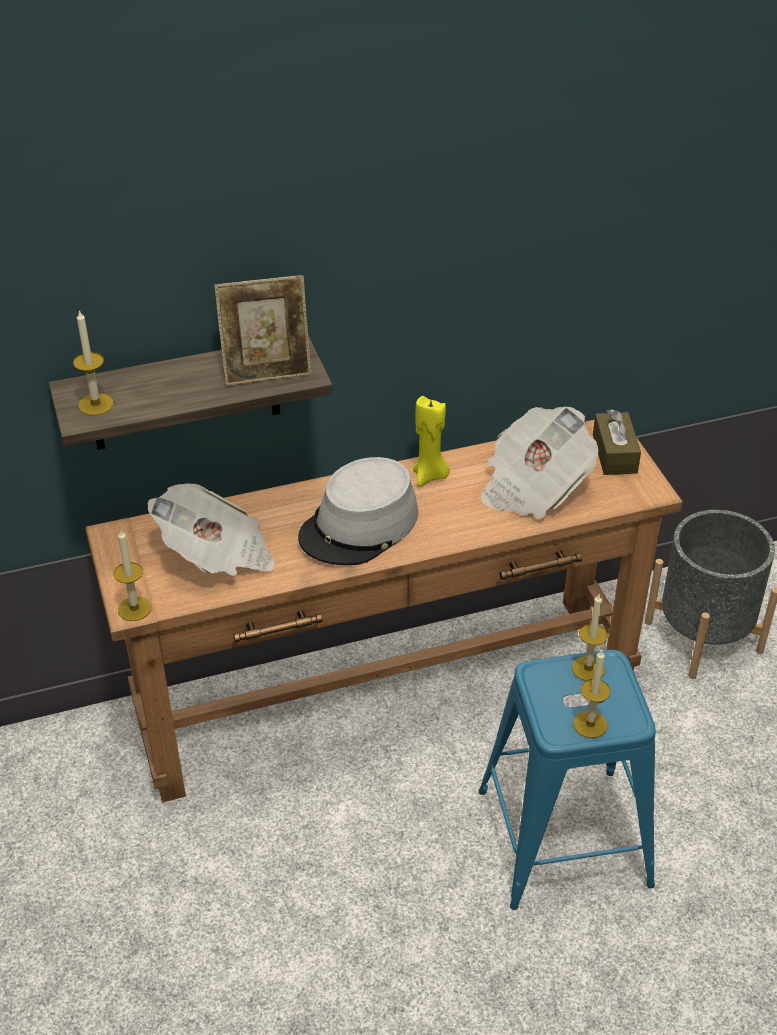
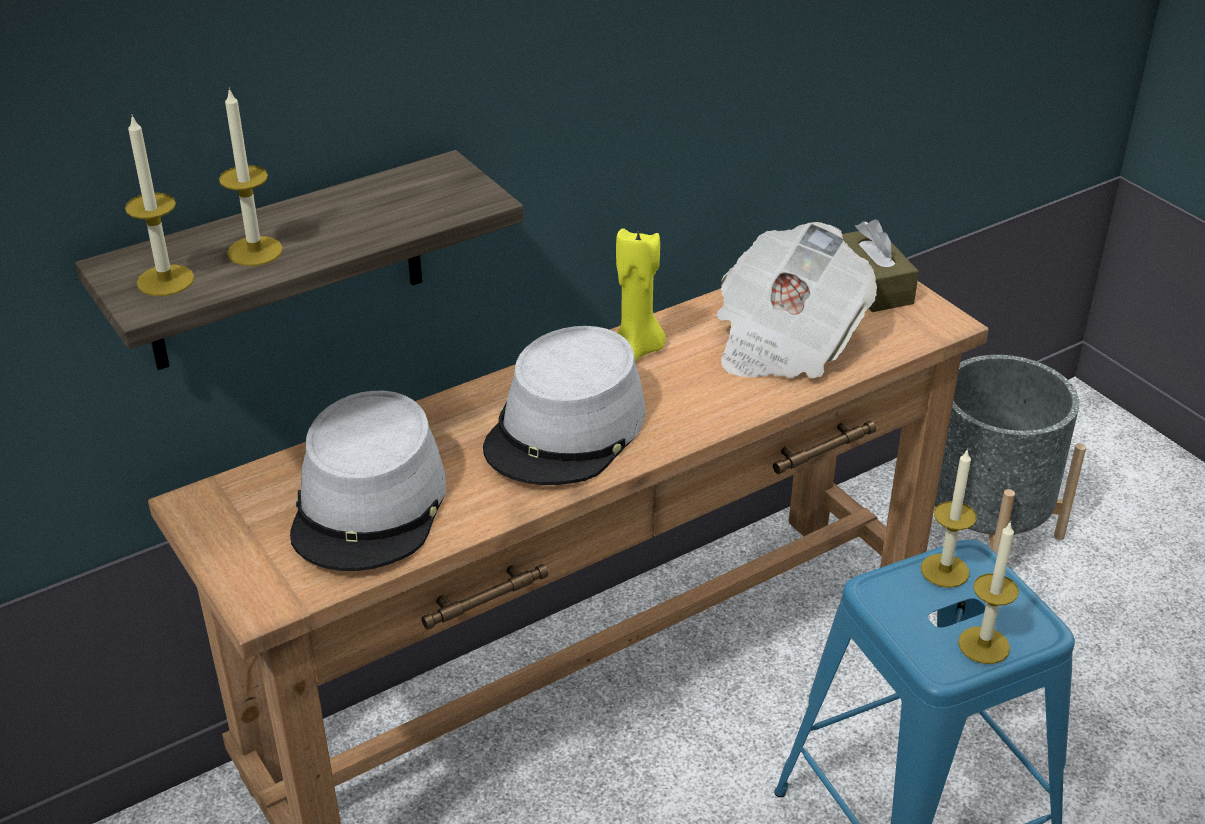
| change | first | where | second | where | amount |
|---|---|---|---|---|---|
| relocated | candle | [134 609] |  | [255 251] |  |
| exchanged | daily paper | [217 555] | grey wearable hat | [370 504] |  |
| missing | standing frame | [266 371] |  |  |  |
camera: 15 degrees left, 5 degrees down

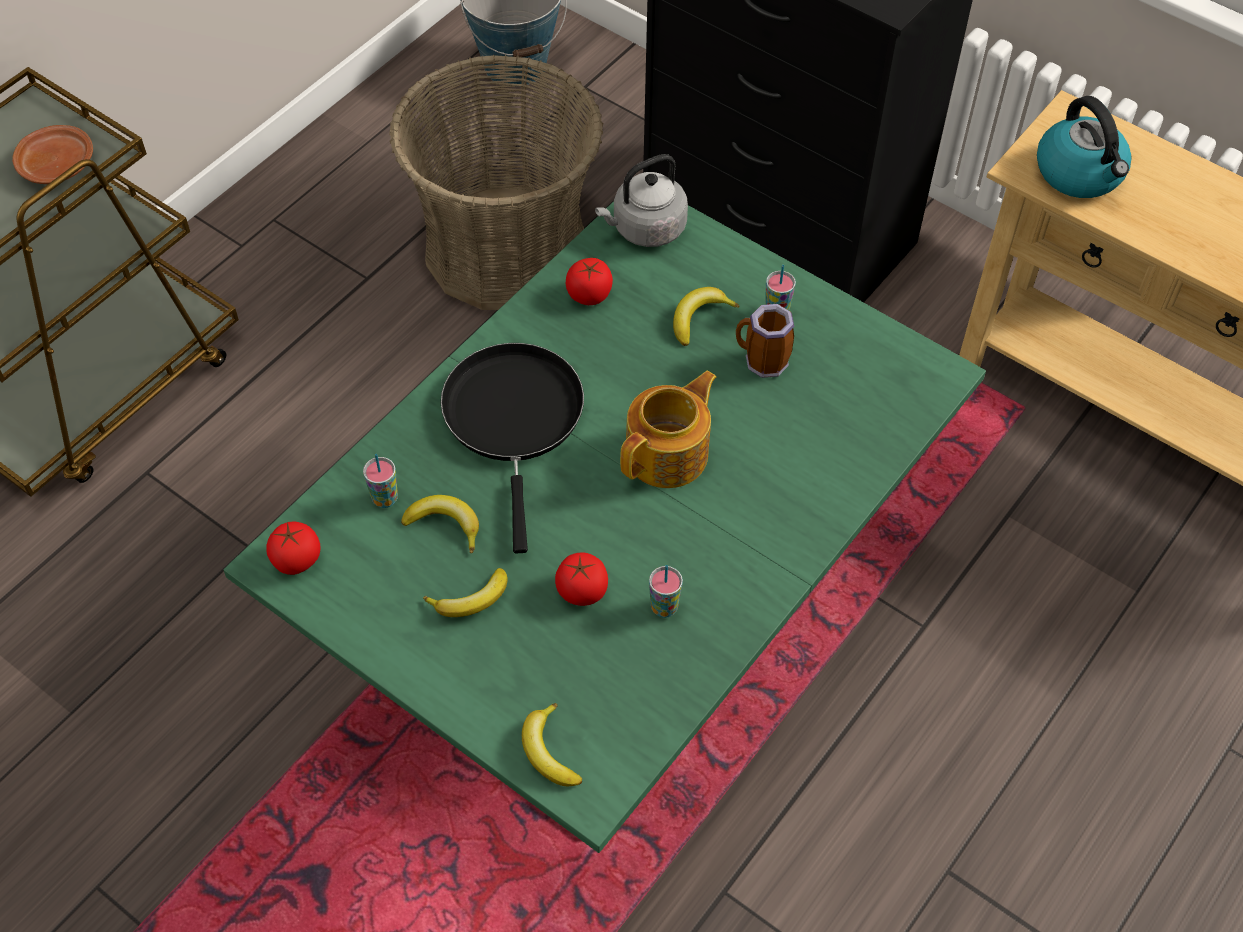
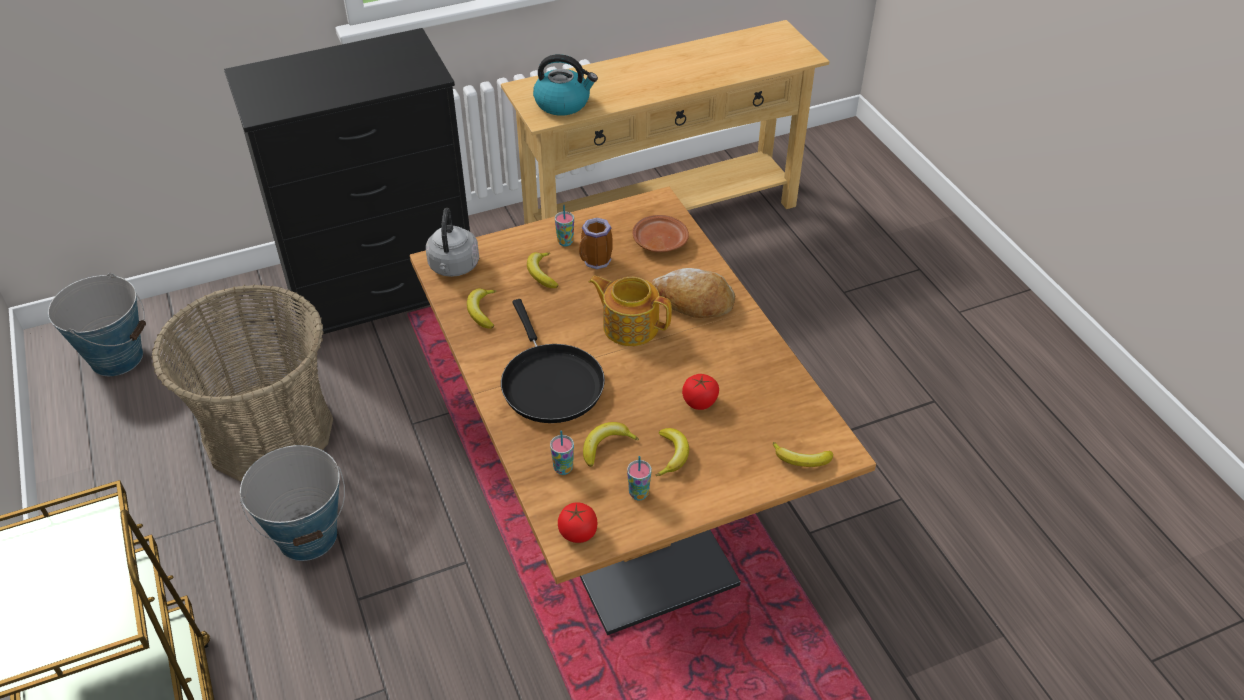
| change | first | where | second | where | amount |
|---|---|---|---|---|---|
| relocated | brownish plate | [57 164] |  | [659 241] |  |
| colour | green dinner table | [619 651] | brownish dinner table | [622 510] |  |
| spun | black-coloured frying pan | [514 419] |  | [550 382] | 135 degrees counterclockwise |
| exchanged | whole tomato | [589 294] | banana | [482 311] |  |
| spun | tea pot | [669 454] |  | [630 326] | 45 degrees counterclockwise |
| relocated | cup | [664 607] |  | [638 494] |  |
| appeared |  |  | pail | [308 536] |  |
| appeared |  |  | bread | [693 302] |  |
camera: 60 degrees left, 10 degrees down

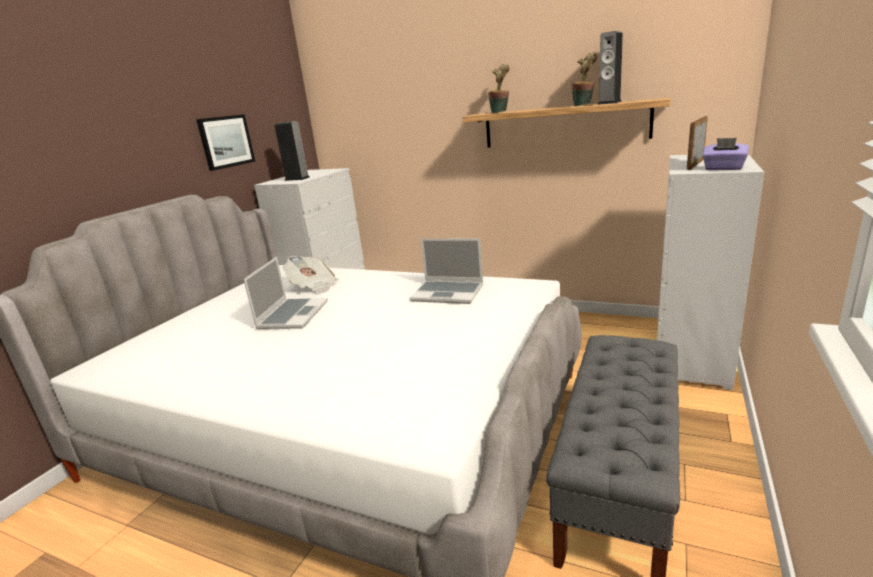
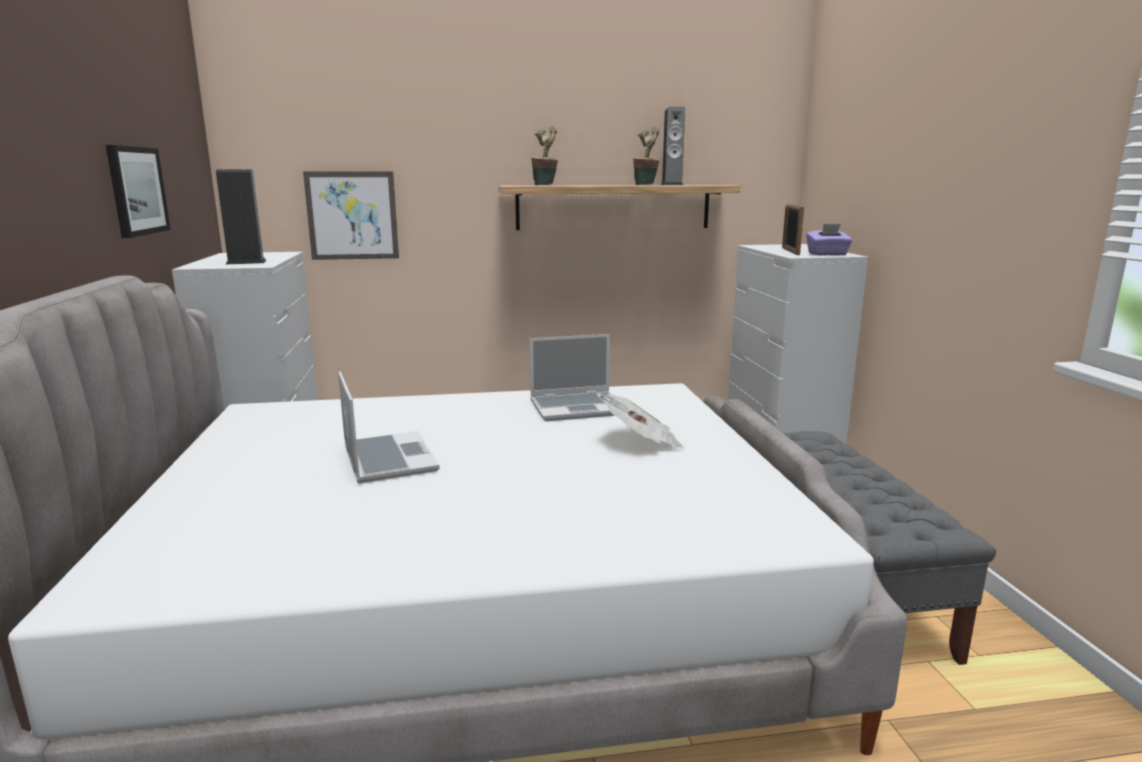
| change | first | where | second | where | amount |
|---|---|---|---|---|---|
| relocated | daily paper | [313 286] |  | [641 443] |  |
| appeared |  |  | wall art | [352 215] |  |
camera: 35 degrees left, 5 degrees down

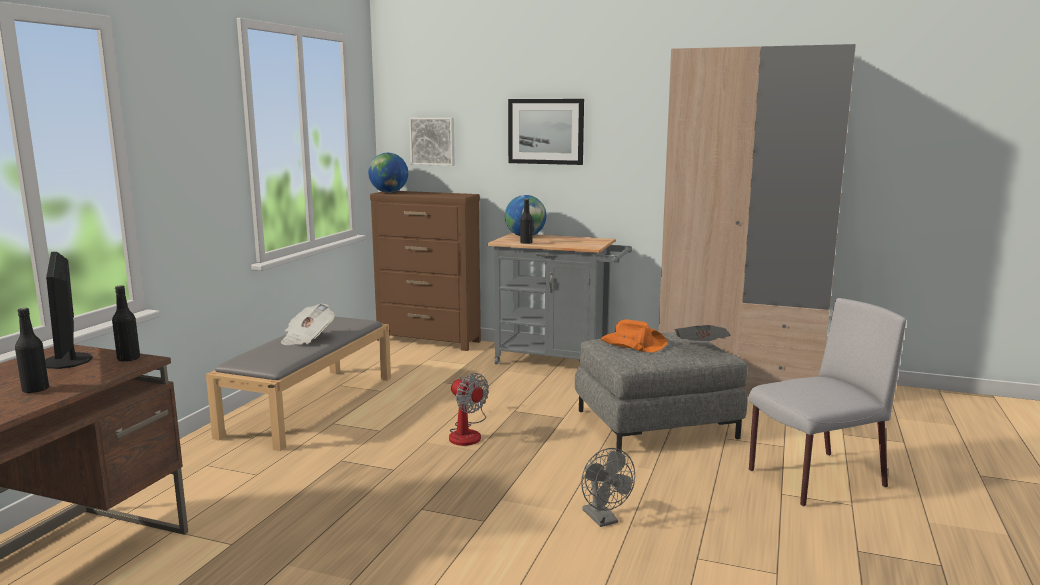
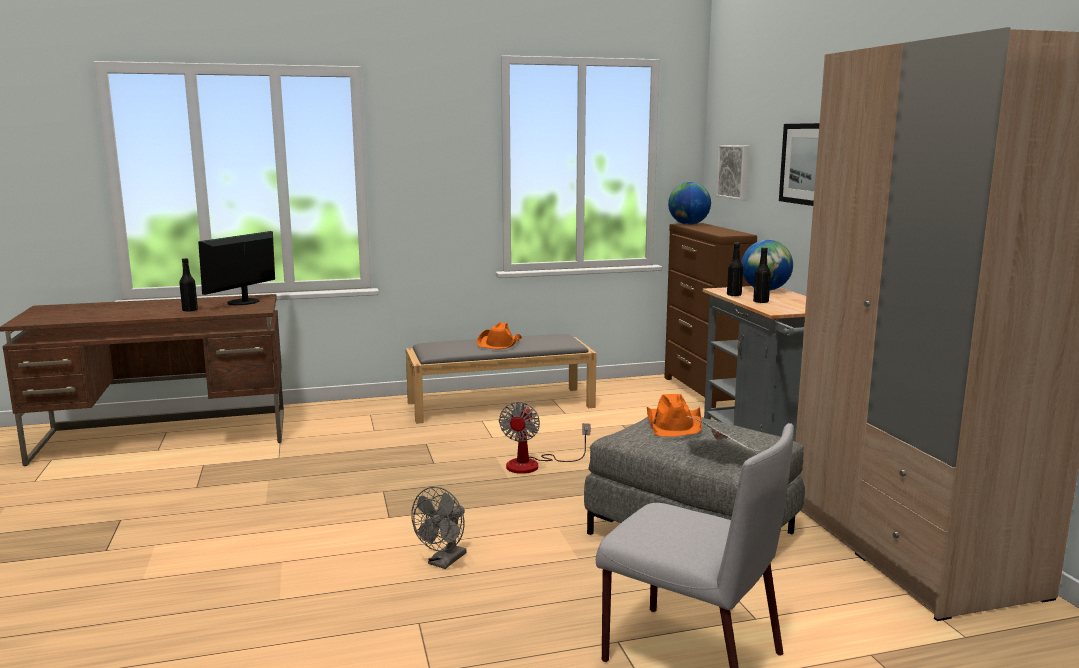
| change | first | where | second | where | amount |
|---|---|---|---|---|---|
| relocated | black-coloured bottle | [128 359] |  | [760 302] |  |
| exchanged | daily paper | [307 339] | orange-coloured wearable hat | [499 343] |  |
camera: 55 degrees right, 0 degrees up

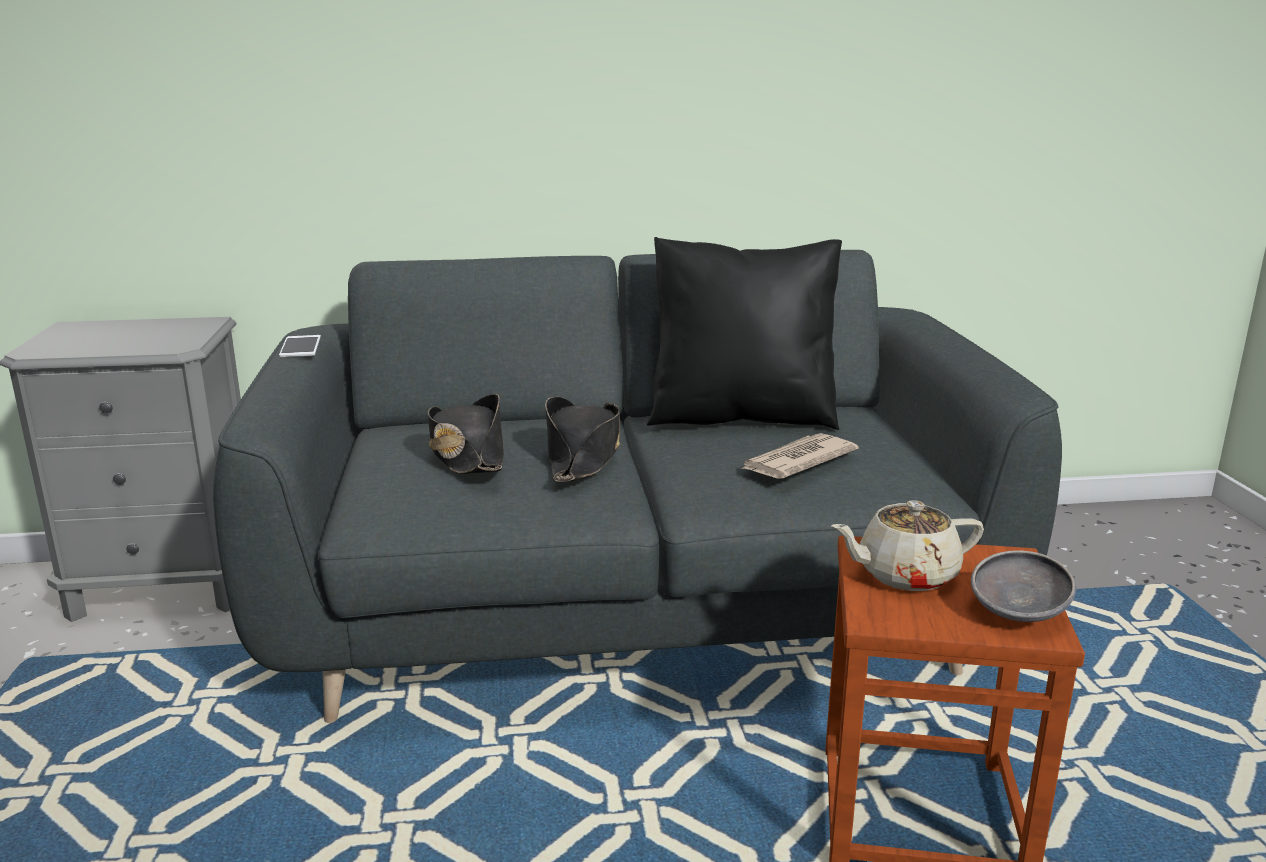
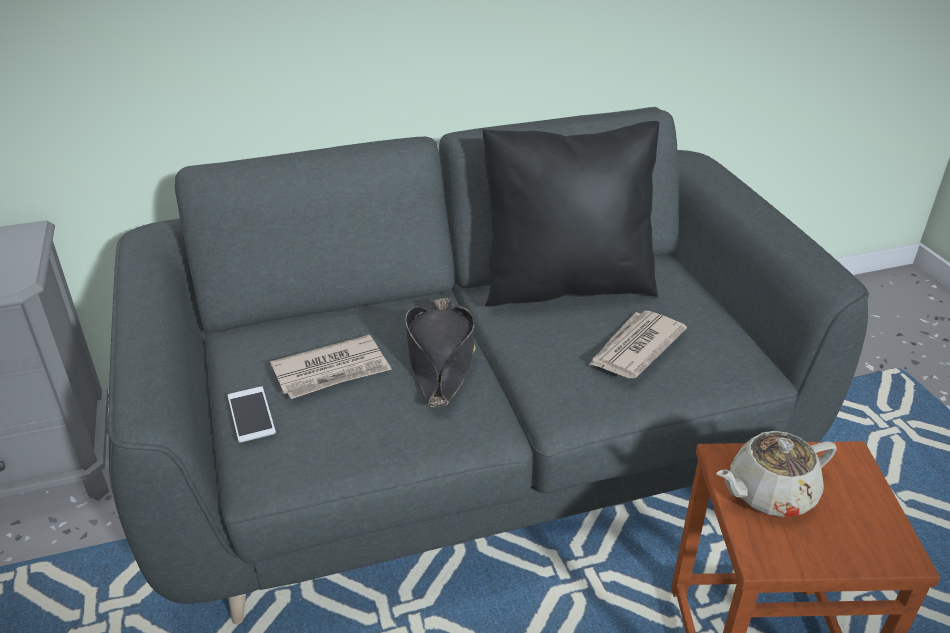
| change | first | where | second | where | amount |
|---|---|---|---|---|---|
| relocated | handset | [300 347] |  | [251 414] |  |
| exchanged | black-coloured wearable hat | [467 454] | daily paper | [332 371] |  |
| missing | grey serving bowl | [1016 614] |  |  |  |
camera: 10 degrees left, 15 degrees up

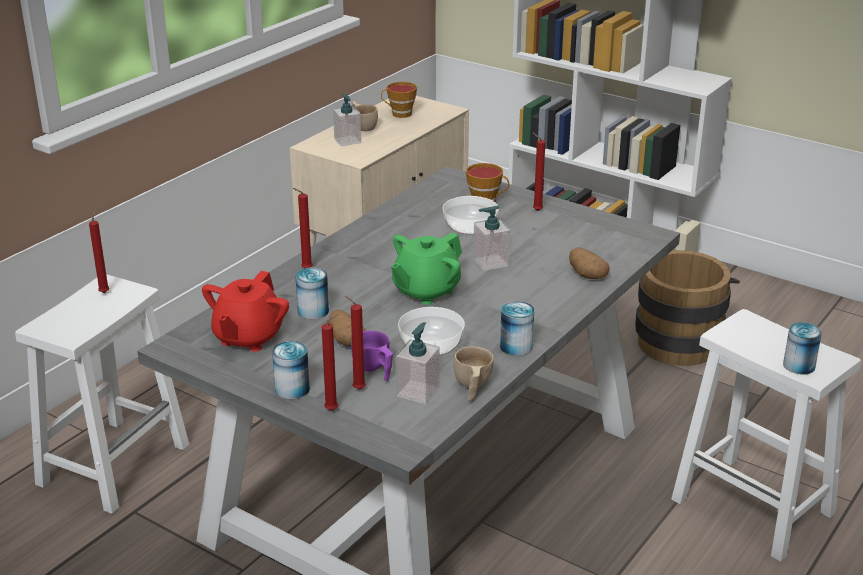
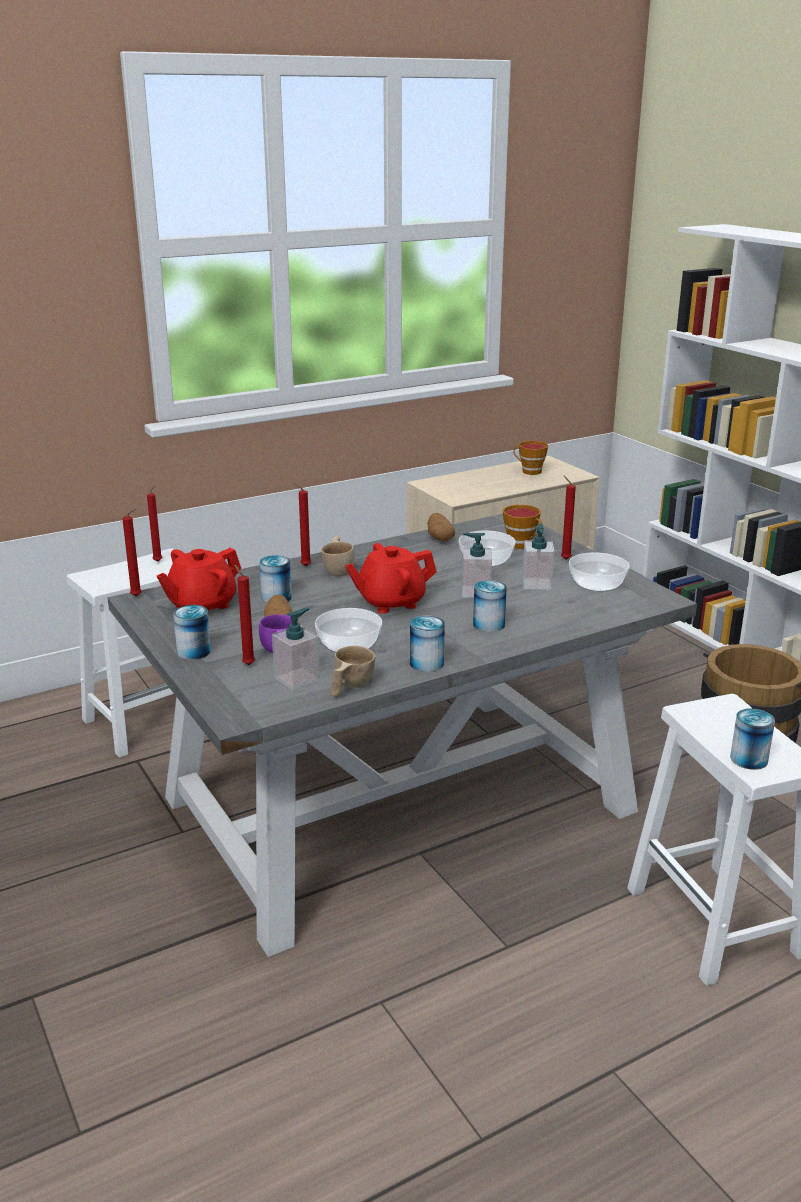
| change | first | where | second | where | amount |
|---|---|---|---|---|---|
| relocated | red candle | [333 410] |  | [138 596] |  |
| relocated | soap bottle | [347 141] |  | [536 584] |  |
| relocated | beige-coloured cup | [363 126] |  | [339 569] |  |
| colour | green tea pot | [425 291] | red tea pot | [391 602] |  |
| relocated | spud | [586 275] |  | [439 538] |  |
| appeared |  |  | sealed can | [488 625] |  |
| appeared |  |  | serving bowl | [597 585] |  |
camera: 25 degrees right, 5 degrees down

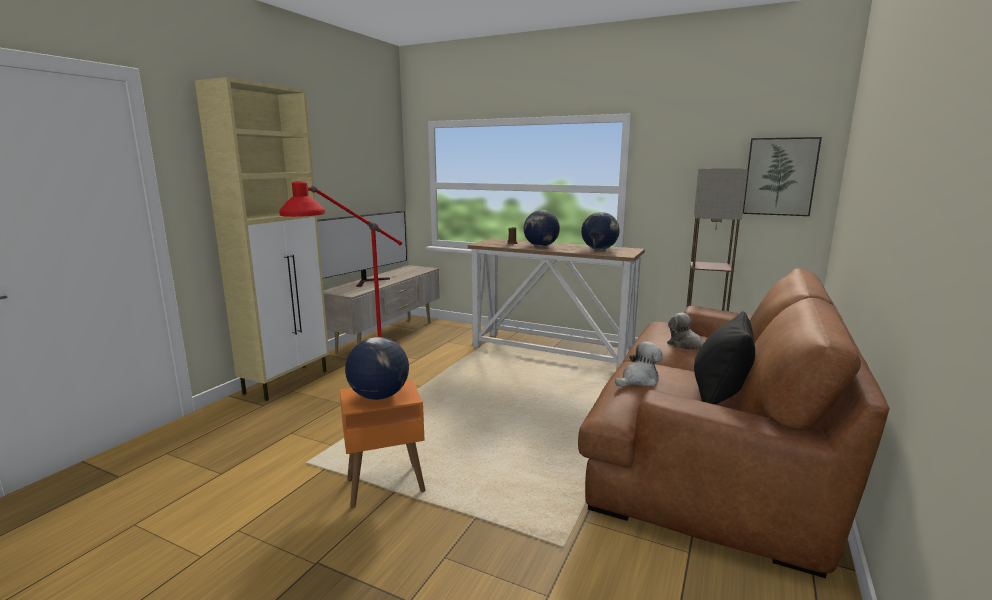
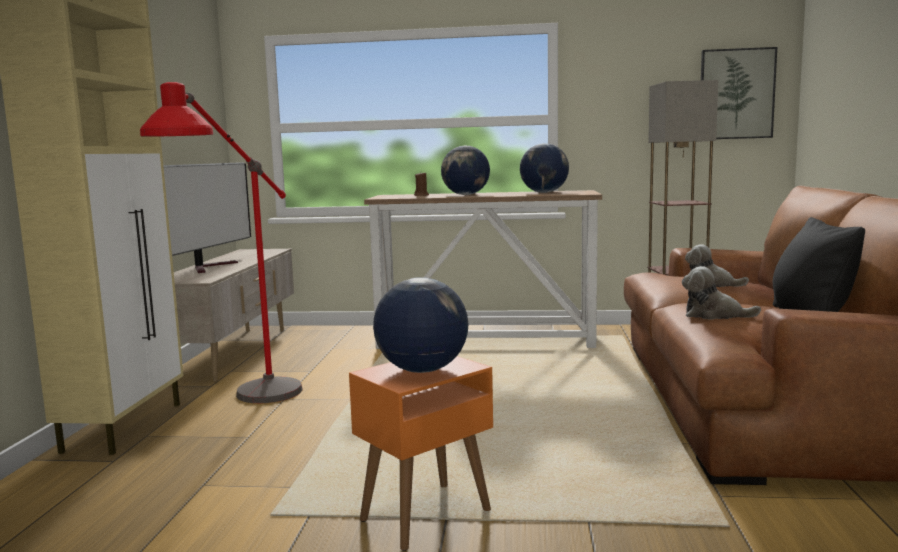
| change | first | where | second | where | amount |
|---|---|---|---|---|---|
| spun | plush toy | [639 380] |  | [714 315] | 105 degrees counterclockwise |
camera: 20 degrees left, 5 degrees down

